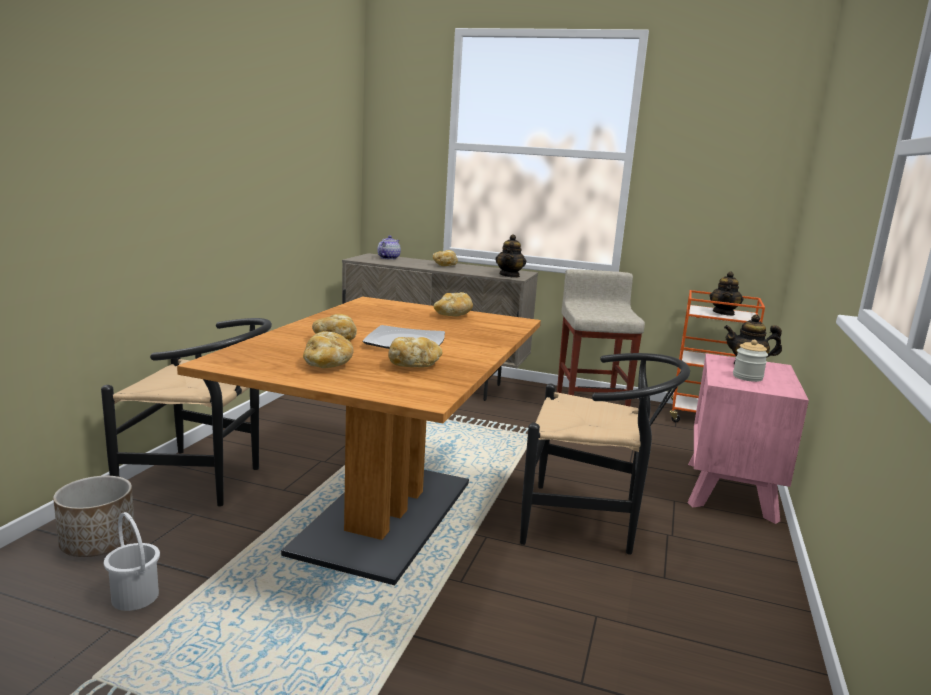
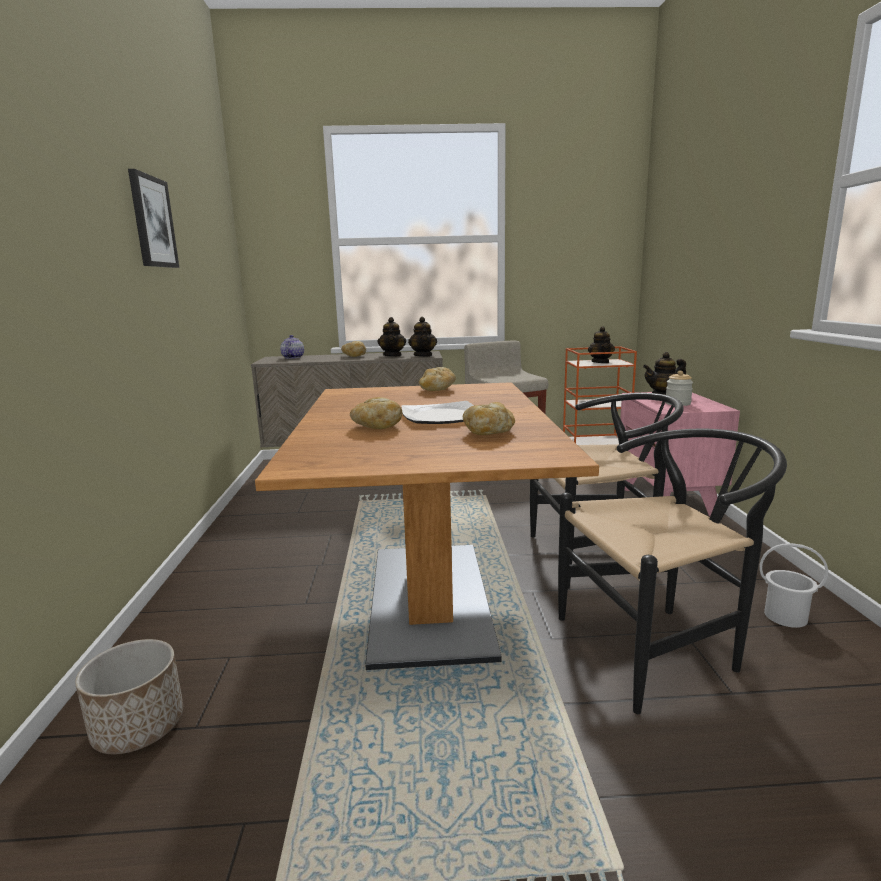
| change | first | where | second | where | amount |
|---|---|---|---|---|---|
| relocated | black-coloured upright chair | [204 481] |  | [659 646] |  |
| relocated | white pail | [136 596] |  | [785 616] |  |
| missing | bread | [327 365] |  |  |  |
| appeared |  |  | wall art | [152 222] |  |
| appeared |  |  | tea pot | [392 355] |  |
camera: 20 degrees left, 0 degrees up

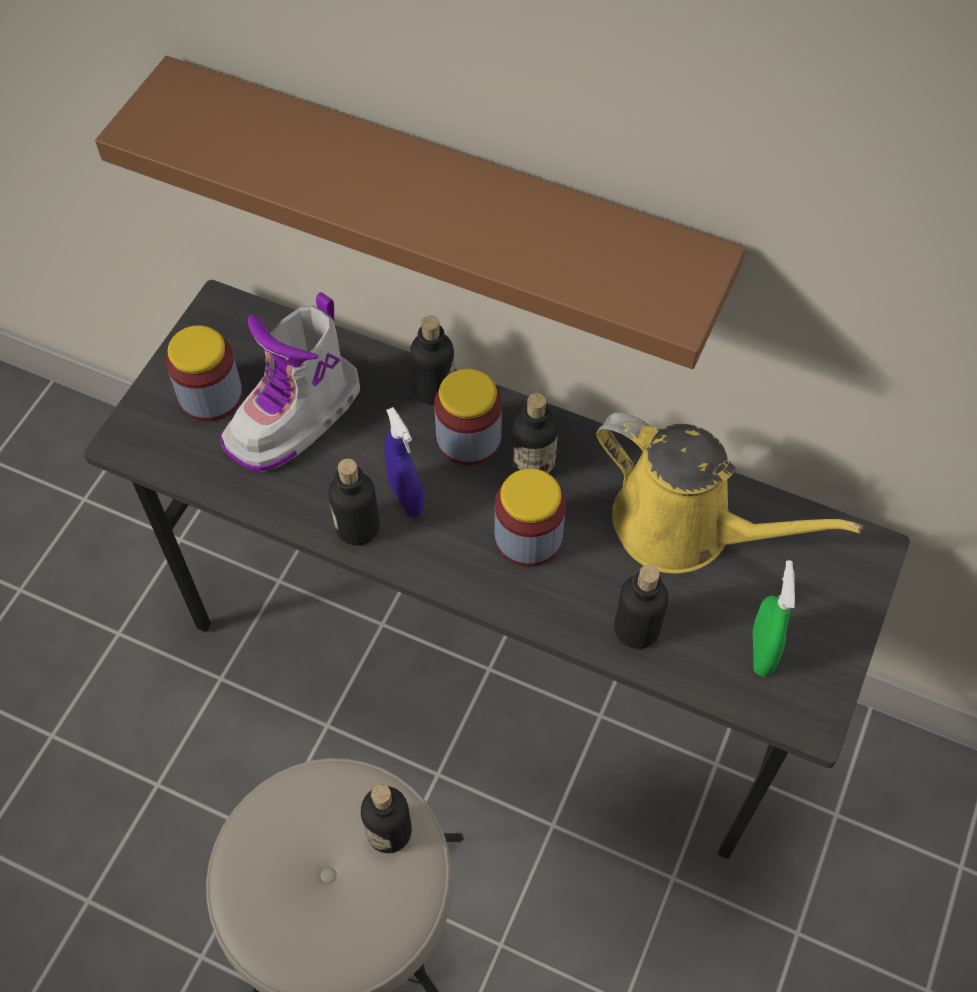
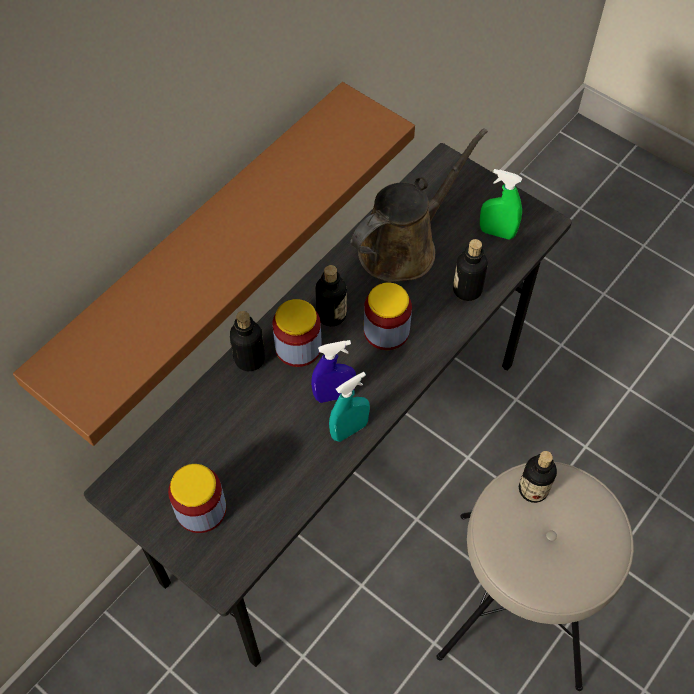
| change | first | where | second | where | amount |
|---|---|---|---|---|---|
| missing | boot | [296 418] |  |  |  |
| exchanged | bottle | [357 527] | turquoise sprayer | [349 430] |  |
| colour | yellowish watering can | [684 528] | brownish watering can | [403 246] |  |
camera: 75 degrees left, 0 degrees up

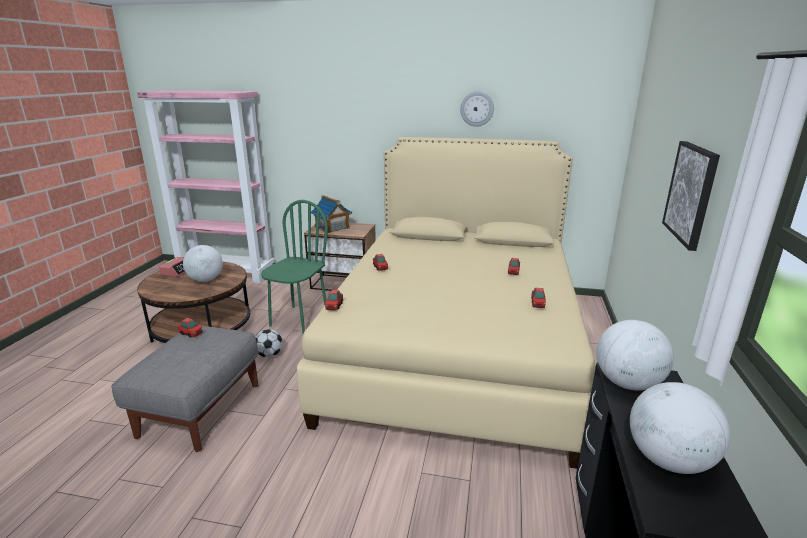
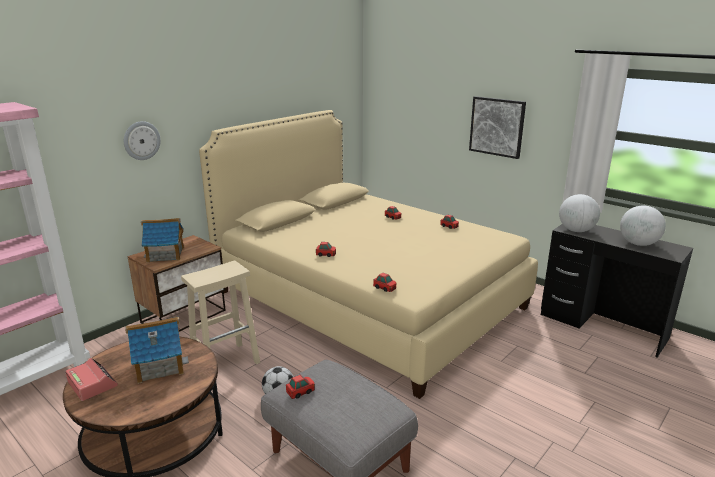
| change | first | where | second | where | amount |
|---|---|---|---|---|---|
| exchanged | desk globe | [206 280] | miniature house | [159 366] |  |
| exchanged | green upright chair | [299 319] | beige-coloured stool | [226 362] |  |
| relocated | clock on the wall | [477 109] |  | [141 140] |  |
camera: 60 degrees left, 0 degrees up

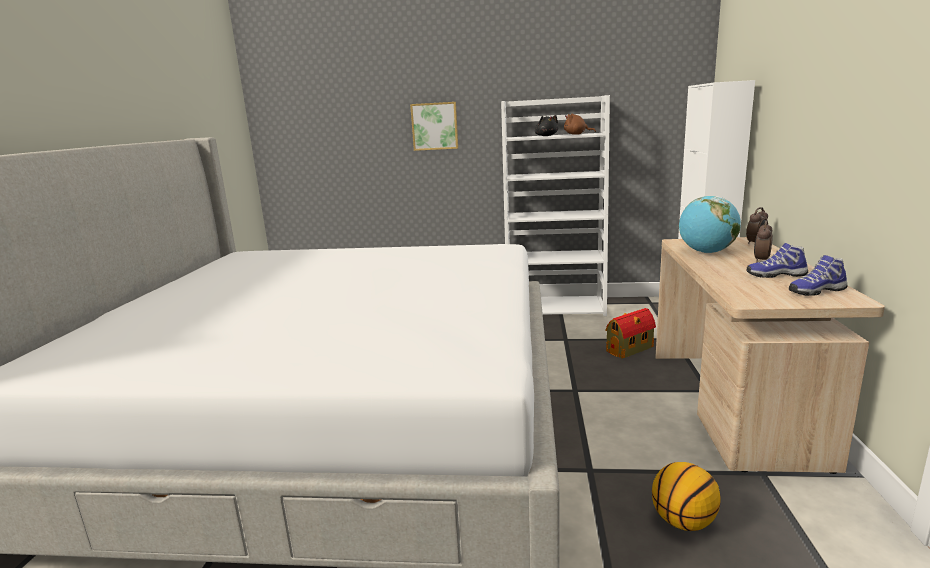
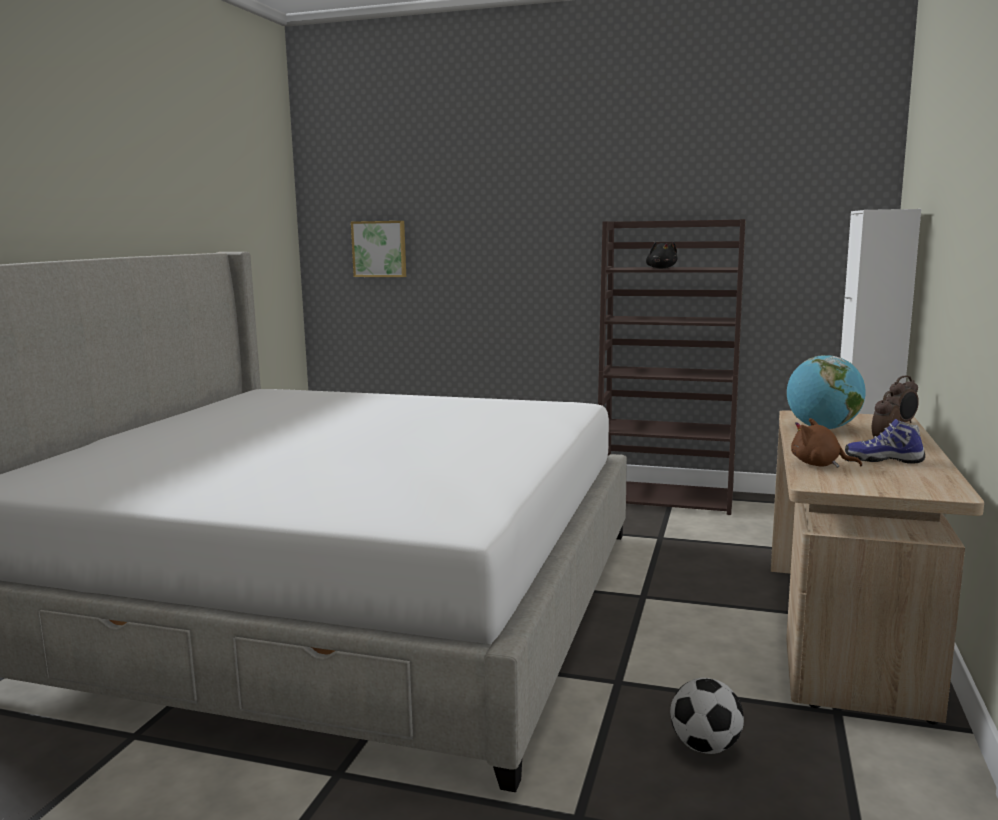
| change | first | where | second | where | amount |
|---|---|---|---|---|---|
| relocated | wall art | [435 126] |  | [380 249] |  |
| colour | white bookcase | [556 307] | brownish bookcase | [666 498] |  |
| relocated | brownish plush toy | [576 134] |  | [819 465] |  |
| missing | miniature house | [630 349] |  |  |  |
| exchanged | ball for basketball | [683 521] | ball for football | [705 747] |  |
| missing | shoe | [815 291] |  |  |  |
camera: 10 degrees right, 5 degrees down

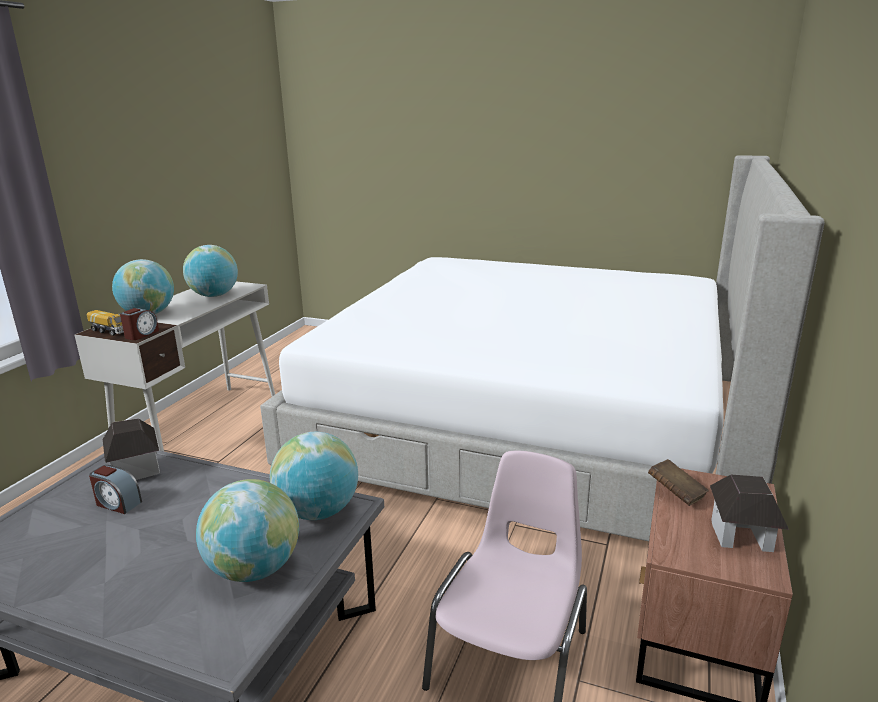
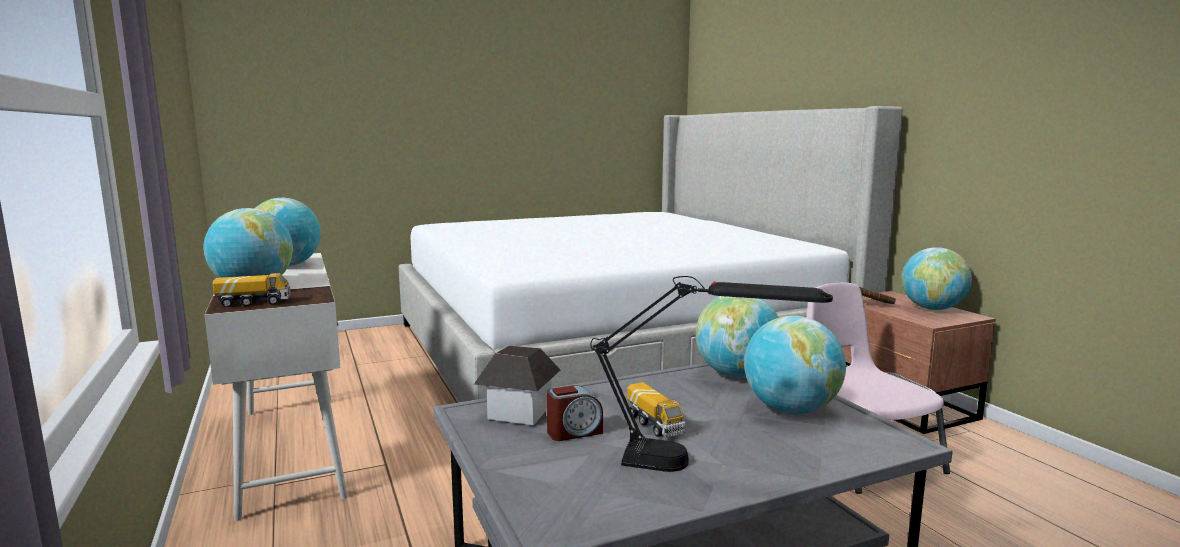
| change | first | where | second | where | amount |
|---|---|---|---|---|---|
| missing | bedside clock | [141 334] |  |  |  |
| exchanged | miniature house | [741 535] | desk globe | [932 308] |  |
| appeared |  |  | black-coloured table lamp | [699 465] |  |
| appeared |  |  | toy lorry | [654 425] |  |
camera: 45 degrees left, 10 degrees down

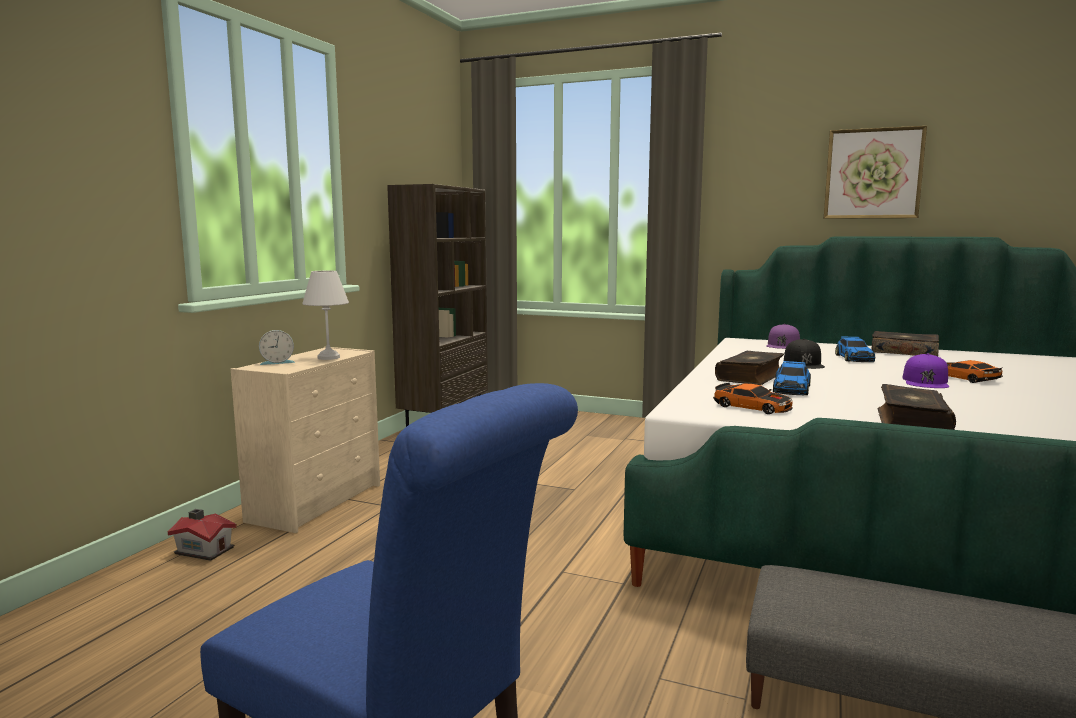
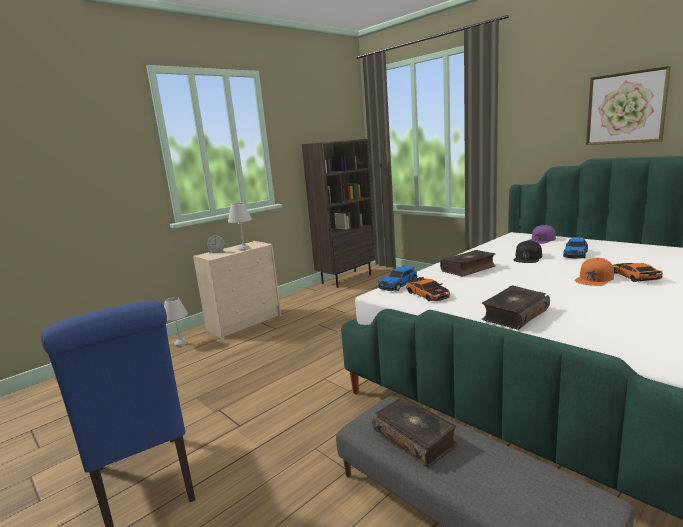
| change | first | where | second | where | amount |
|---|---|---|---|---|---|
| exchanged | miniature house | [204 550] | white table lamp | [180 343] |  |
| relocated | miniature car | [791 389] |  | [398 285] |  |
| relocated | volume | [904 352] |  | [415 438] |  |
| colour | purple-coloured peaked cap | [926 381] | orange-coloured peaked cap | [594 278] |  |
camera: 25 degrees right, 5 degrees up

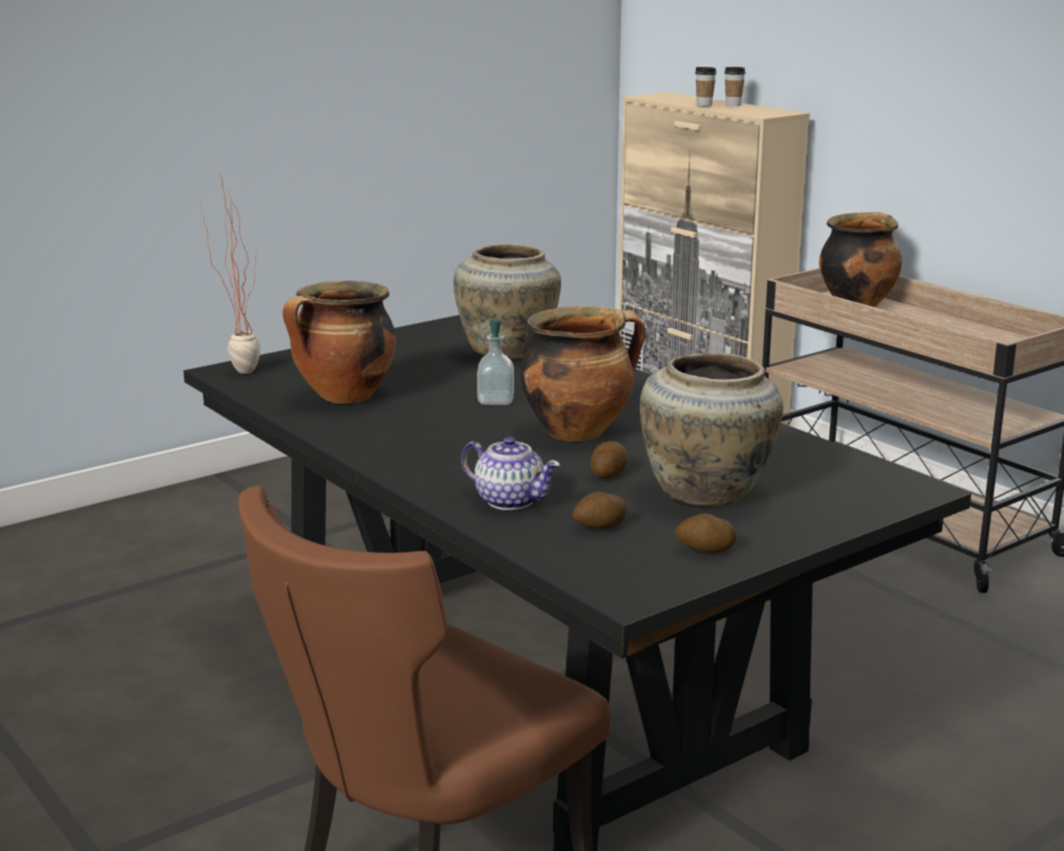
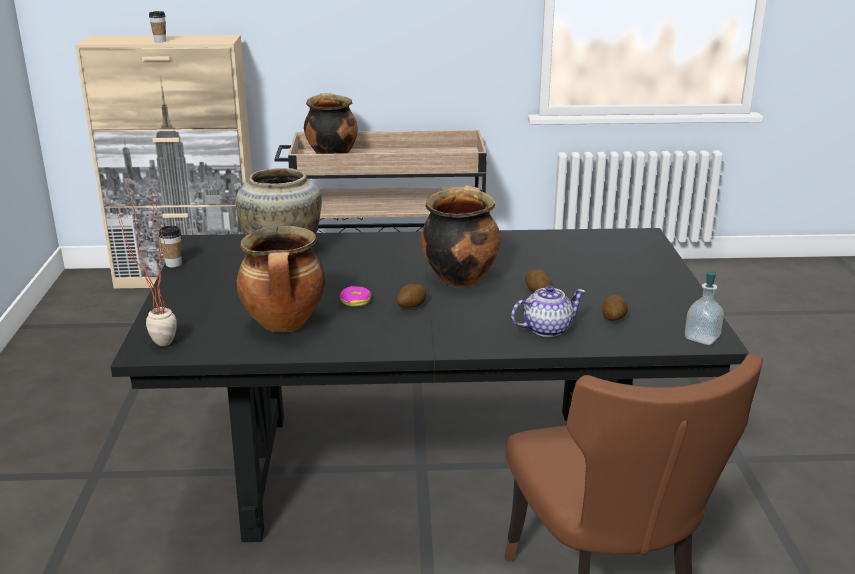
| change | first | where | second | where | amount |
|---|---|---|---|---|---|
| relocated | soap bottle | [495 401] |  | [702 338] |  |
| missing | beige-coloured flower vase | [708 493] |  |  |  |
| relocated | spud | [705 550] |  | [411 306] |  |
| relocated | cup | [733 105] |  | [173 264] |  |
| appeared |  |  | donut | [355 301] |  |
camera: 55 degrees left, 5 degrees up

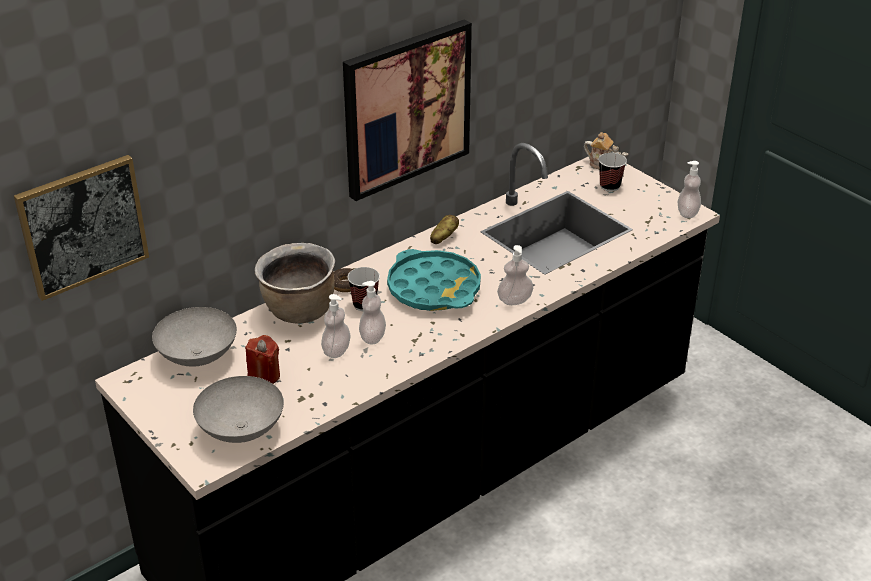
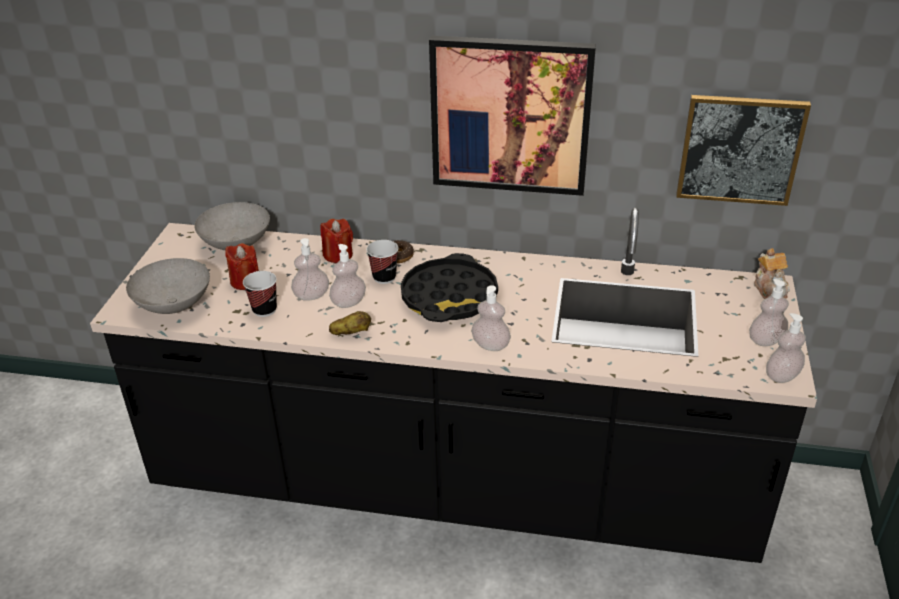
| change | first | where | second | where | amount |
|---|---|---|---|---|---|
| relocated | wall art | [82 226] |  | [740 149] |  |
| exchanged | brownish stockpot | [299 312] | red candle | [338 255] |  |
| colour | turquoise serving tray | [434 288] | black-coloured serving tray | [449 297] |  |
| relocated | spud | [443 238] |  | [351 333] |  |
| relocated | cup | [610 186] |  | [264 310] |  |
| appeared |  |  | soap bottle | [765 340] |  |
camera: 50 degrees right, 0 degrees up

